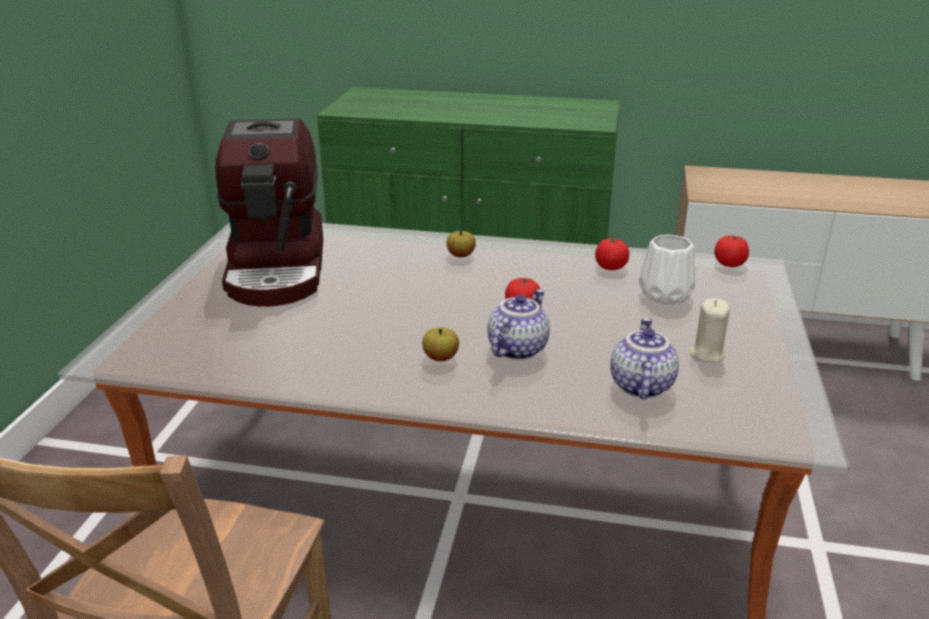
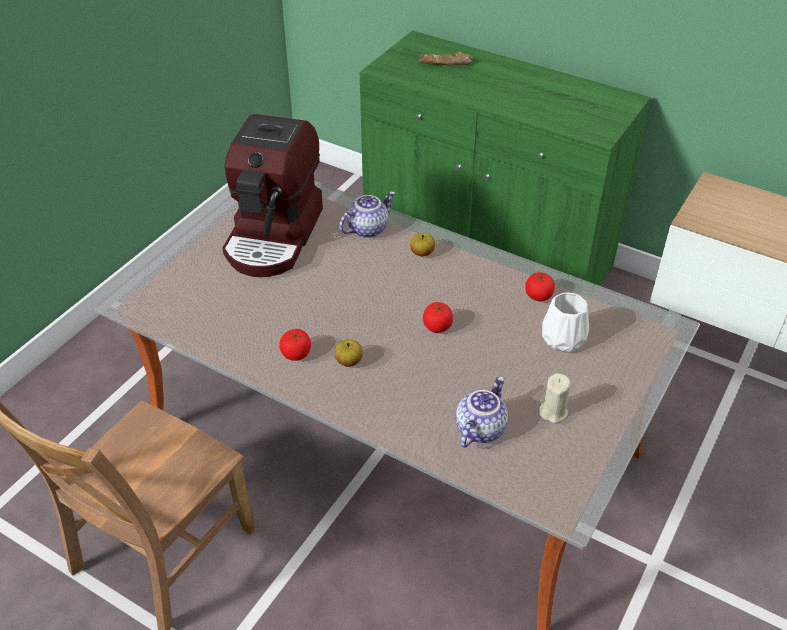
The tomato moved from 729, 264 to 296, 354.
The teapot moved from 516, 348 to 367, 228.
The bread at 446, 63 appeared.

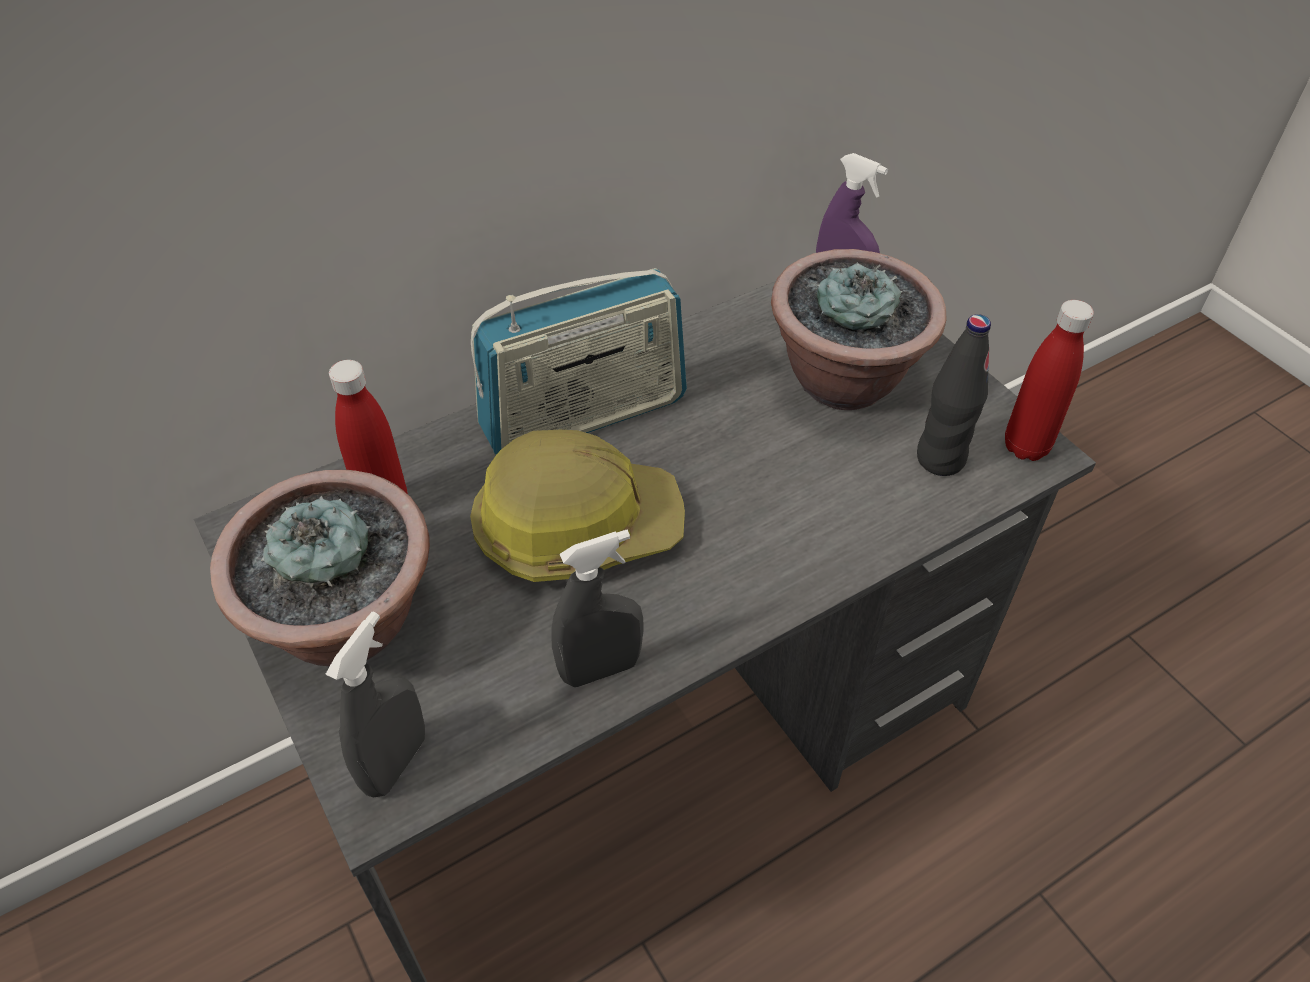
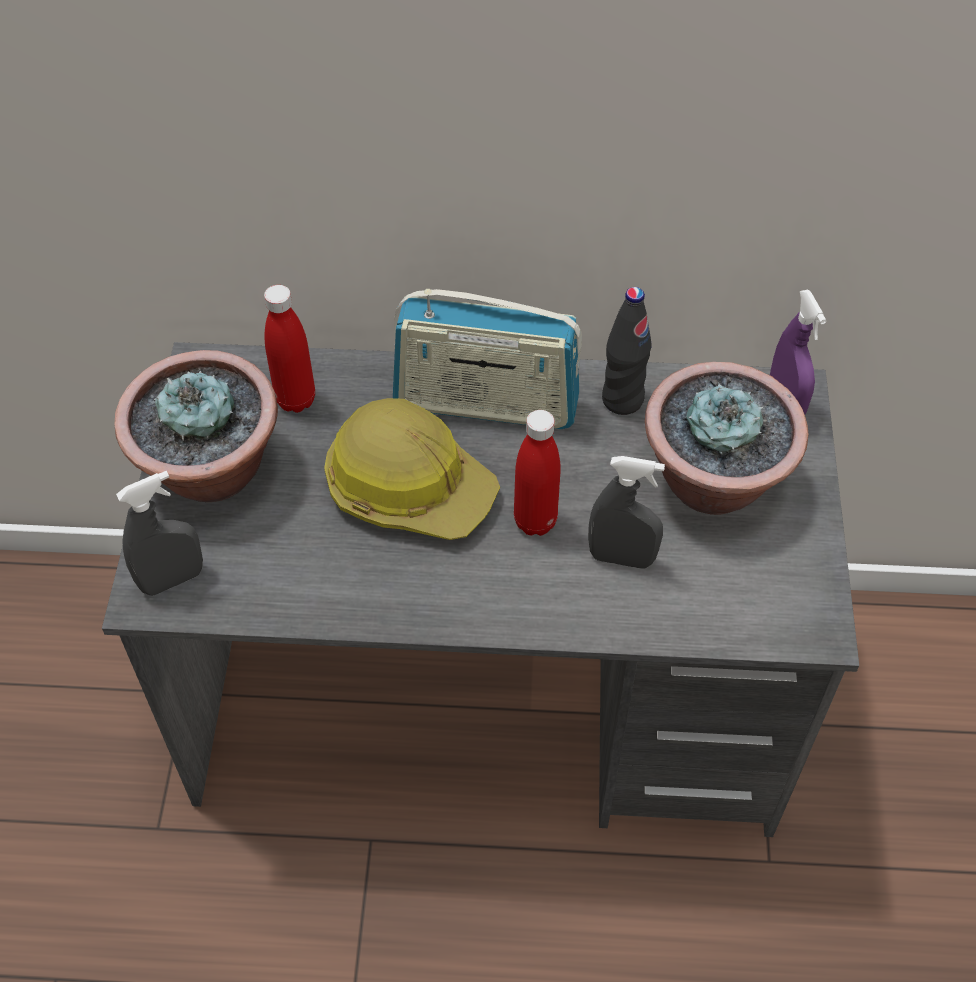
The red bottle moved from 1026, 447 to 535, 521.
The black bottle moved from 940, 459 to 622, 399.
The grey spray bottle moved from 600, 669 to 621, 558.

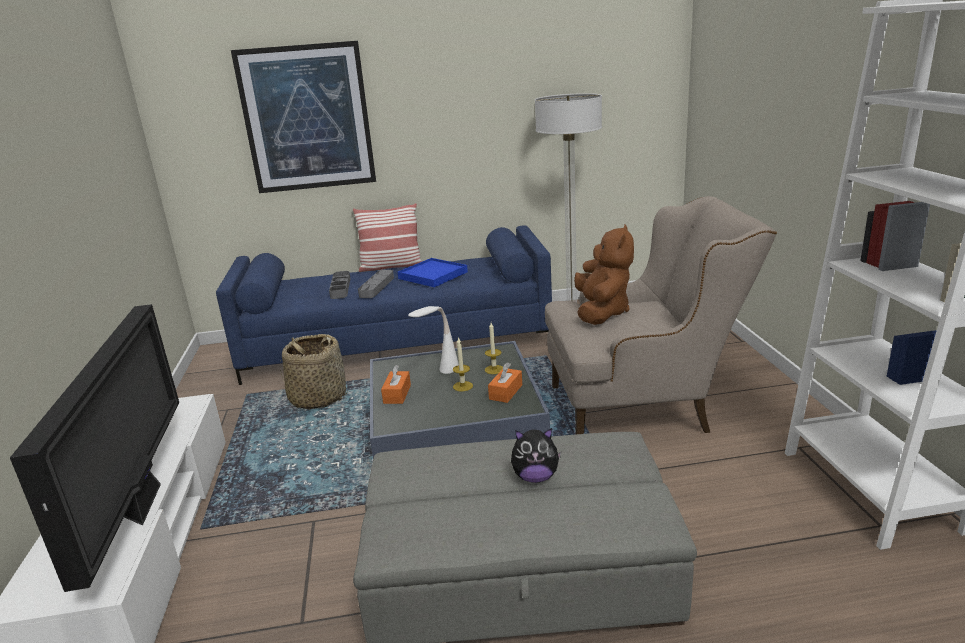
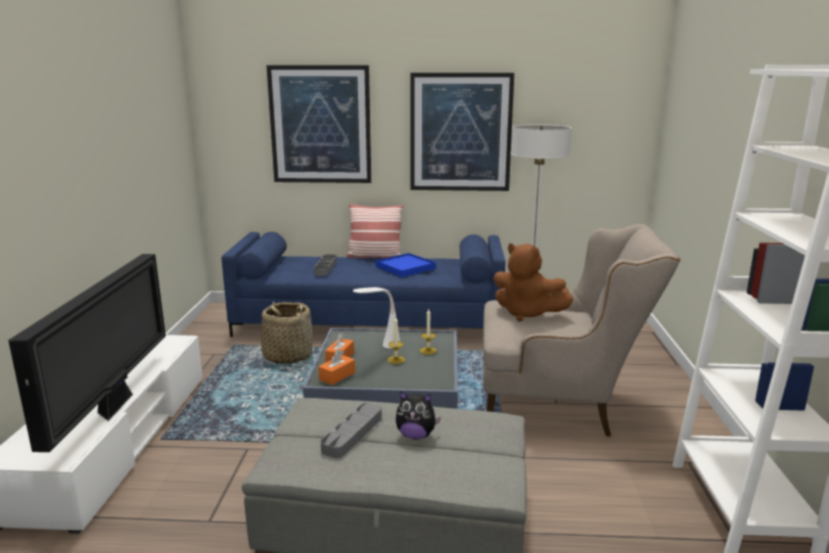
The brown plush toy at 601, 312 turned 105 degrees clockwise.
The grey tray moved from 377, 287 to 352, 434.
The orange tissue box moved from 505, 392 to 337, 376.
The picture at 460, 132 appeared.

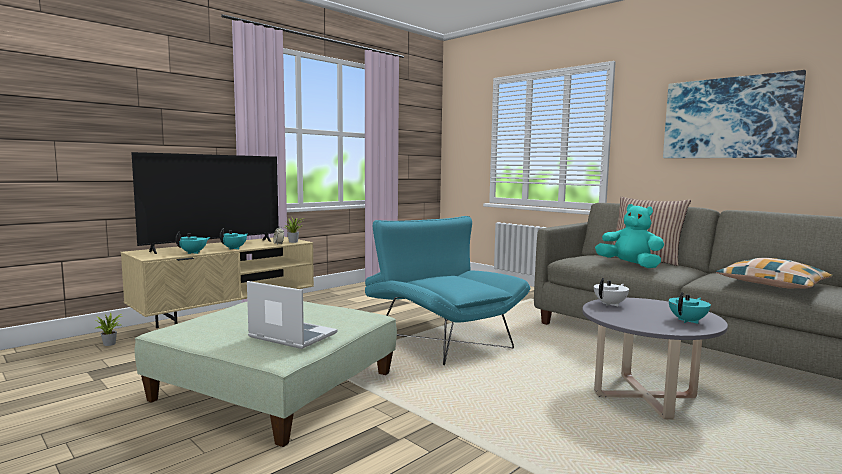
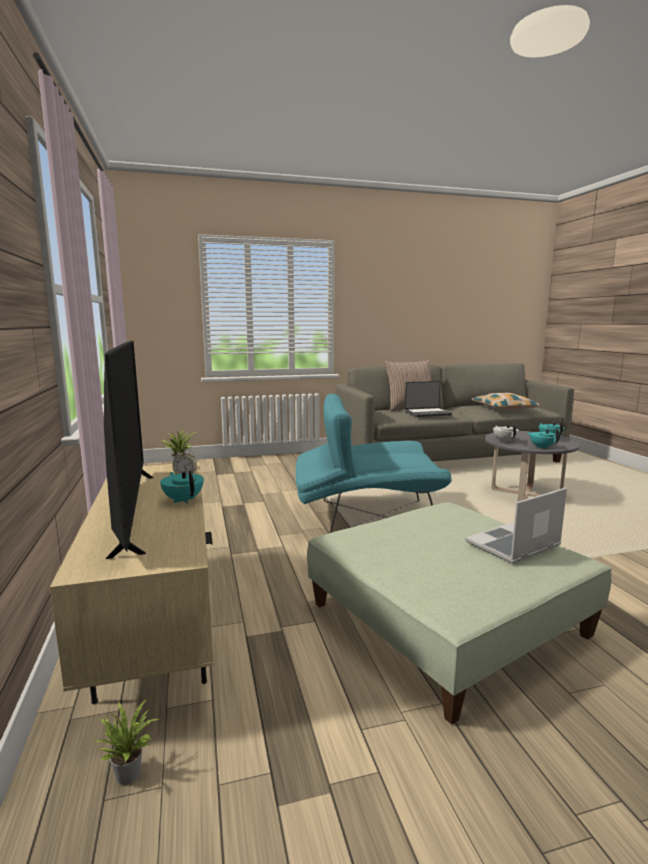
The picture at 728, 118 disappeared.
The turquoise plush toy at 630, 265 was replaced by the laptop at 427, 413.
The turquoise teapot moved from 194, 253 to 541, 447.

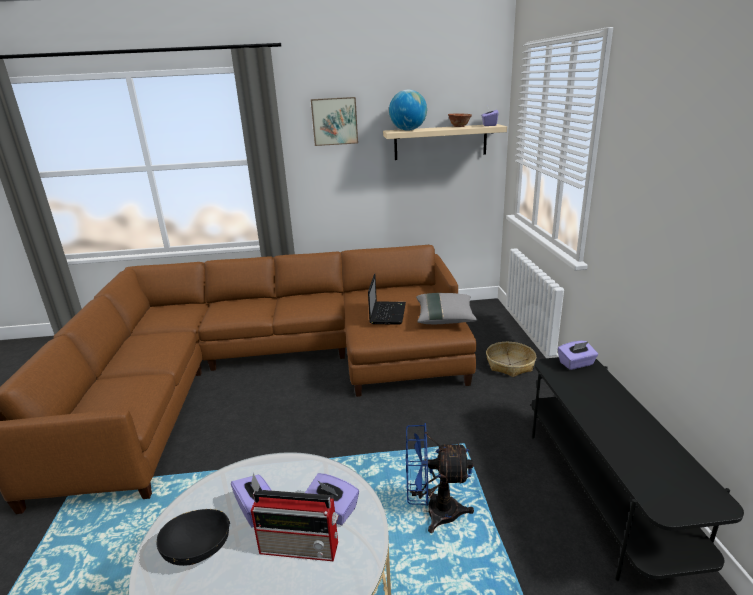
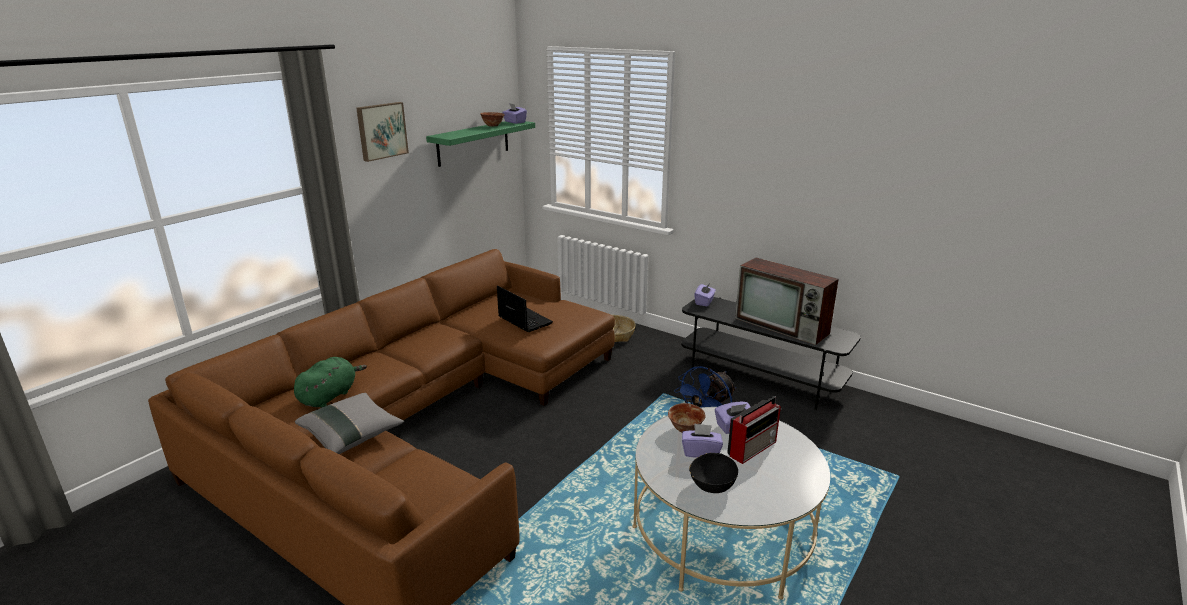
The globe at 408, 130 disappeared.
The beige shelf at 440, 142 became the green shelf at 473, 142.
The grey pillow moved from 445, 319 to 352, 435.
The television at 783, 326 appeared.
The green plush toy at 330, 396 appeared.
The bowl at 685, 429 appeared.

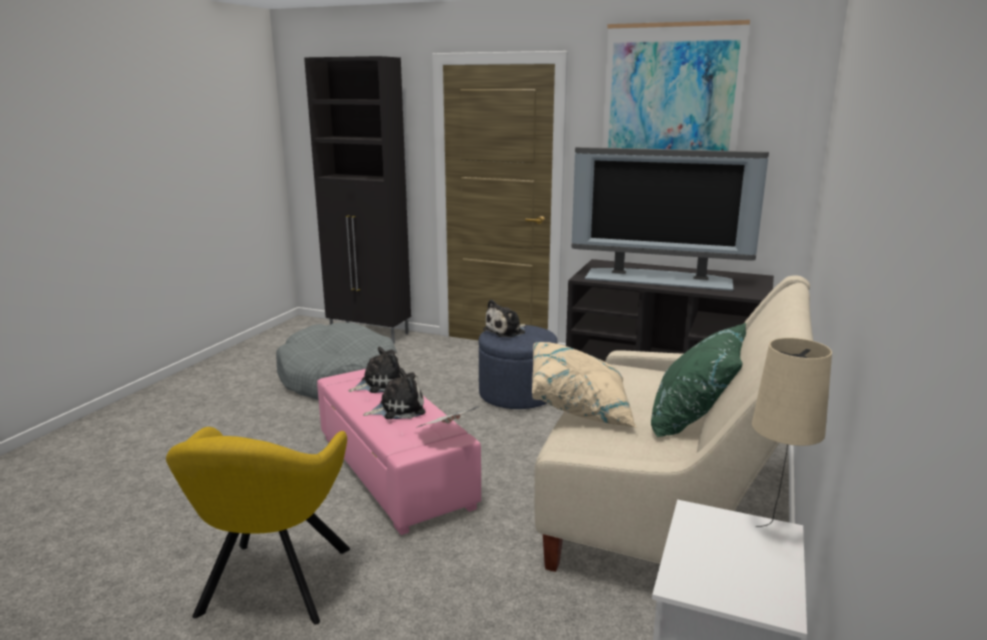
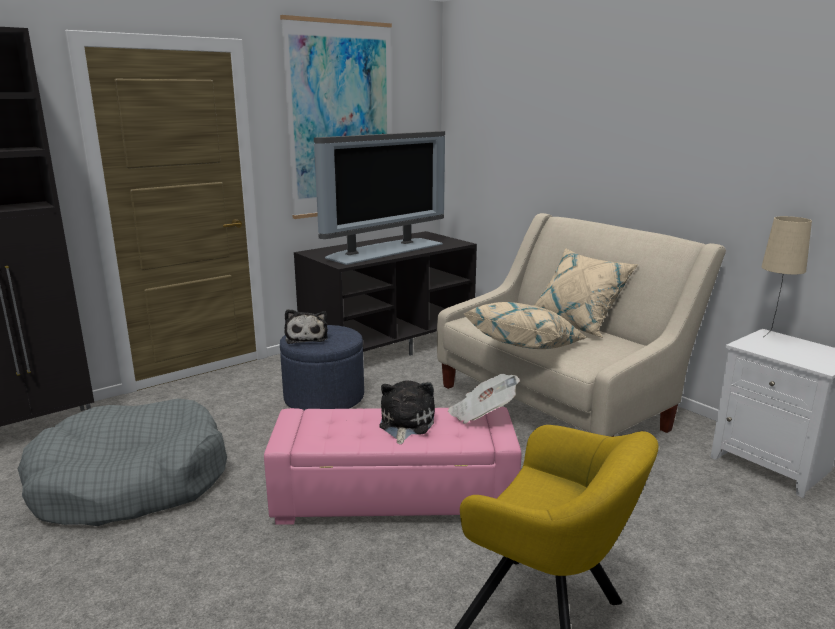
The green pillow at 694, 420 became the beige pillow at 577, 324.
The plush toy at 380, 384 disappeared.

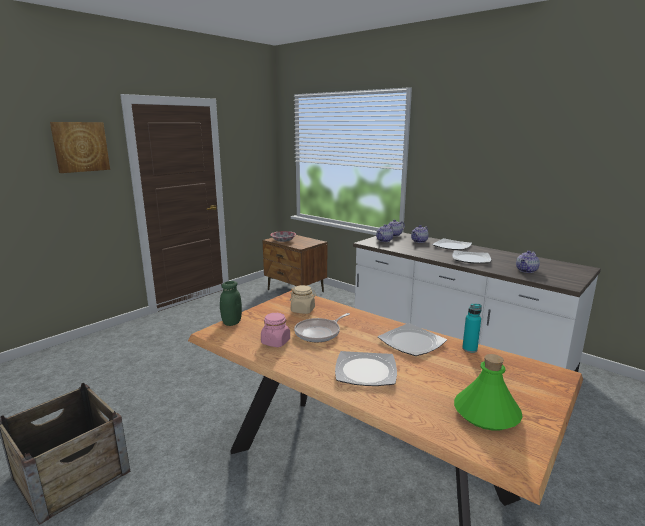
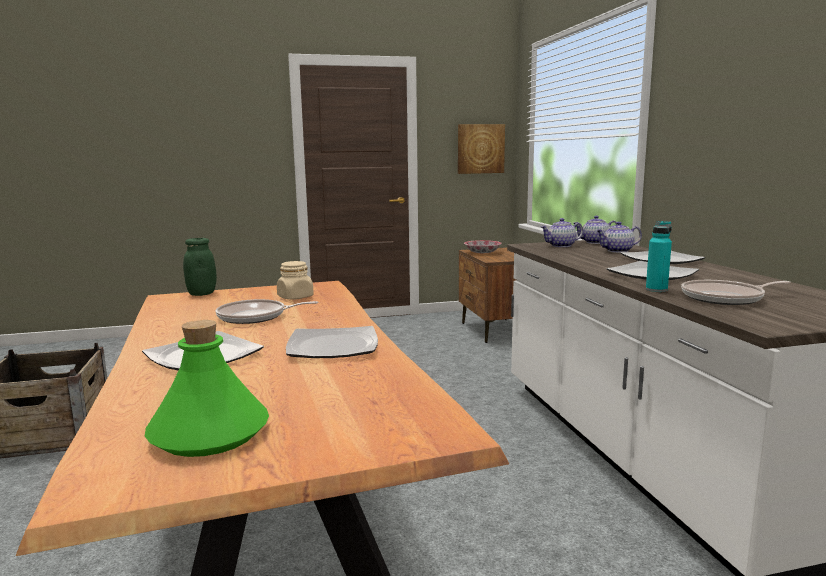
The picture moved from 80, 147 to 480, 149.
The teapot at 526, 270 was replaced by the frying pan at 725, 298.
The turquoise bottle moved from 469, 349 to 656, 290.
The pink jar at 275, 342 disappeared.

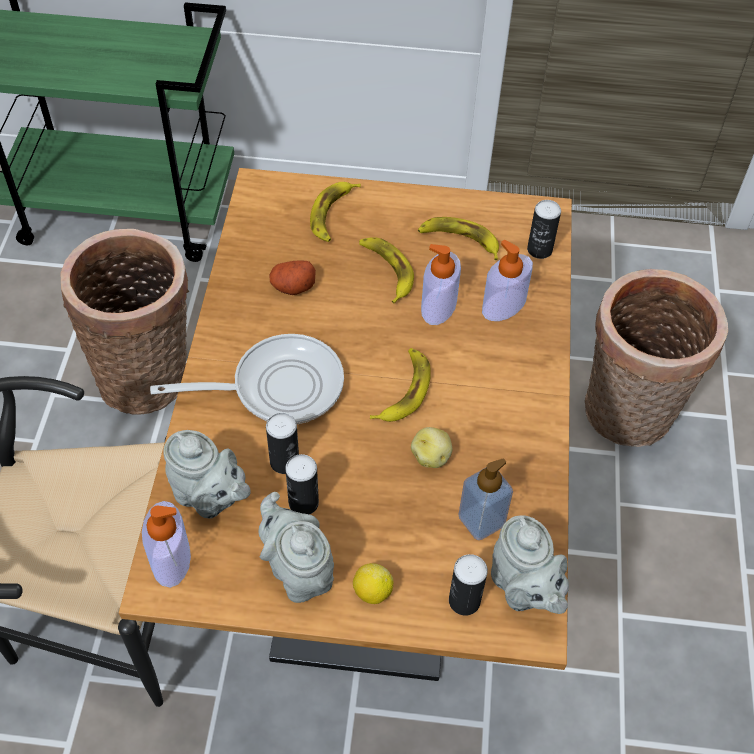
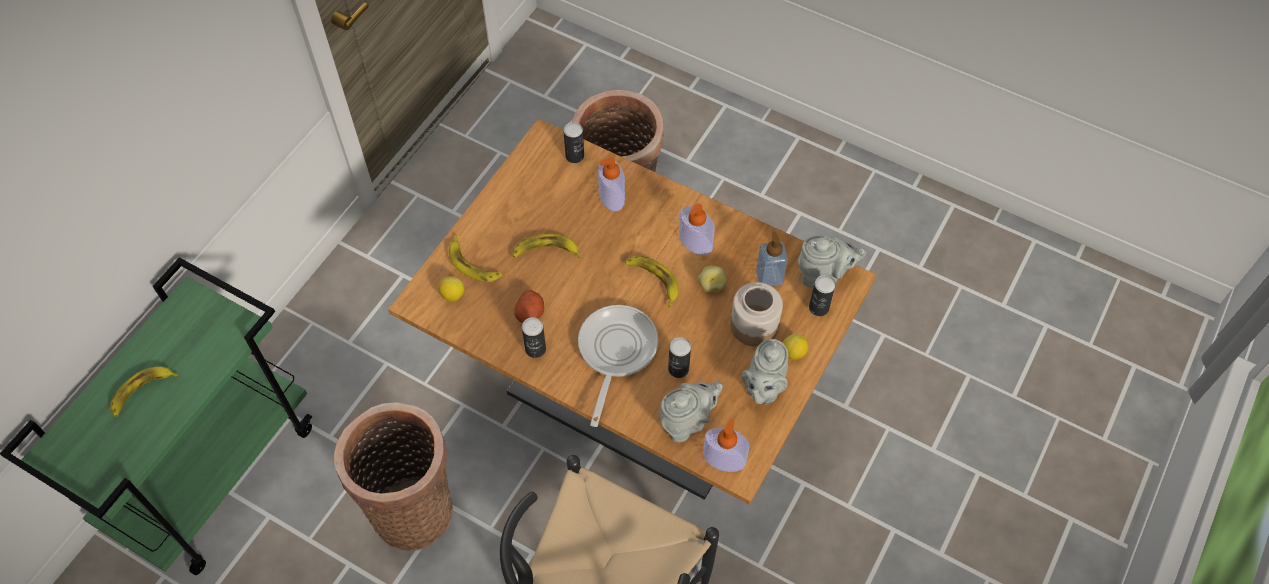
The banana moved from 459, 240 to 142, 392.
The soap dispenser moved from 438, 306 to 695, 242.
The can moved from 303, 503 to 535, 349.
The grey teapot at 298, 571 turned 60 degrees counterclockwise.
The lemon at 452, 295 appeared.
The jar at 754, 326 appeared.

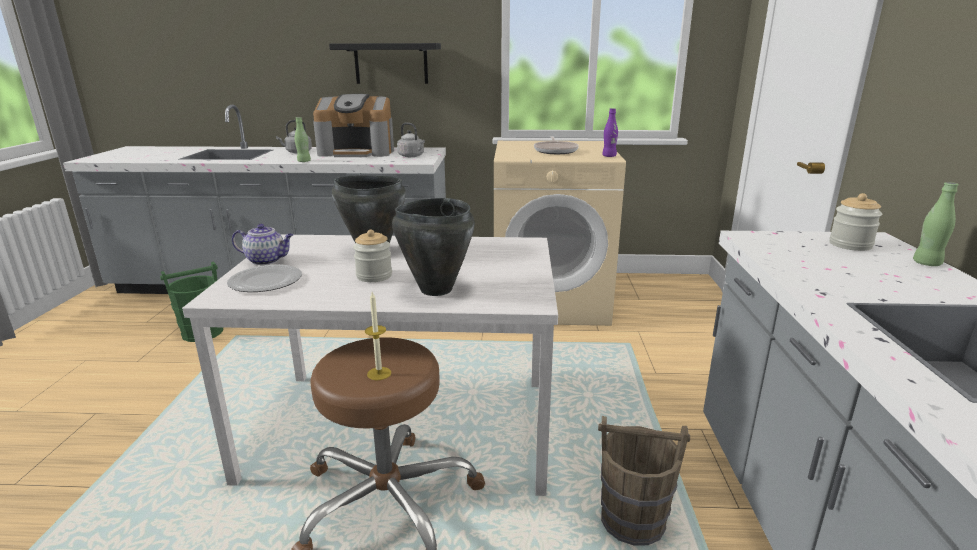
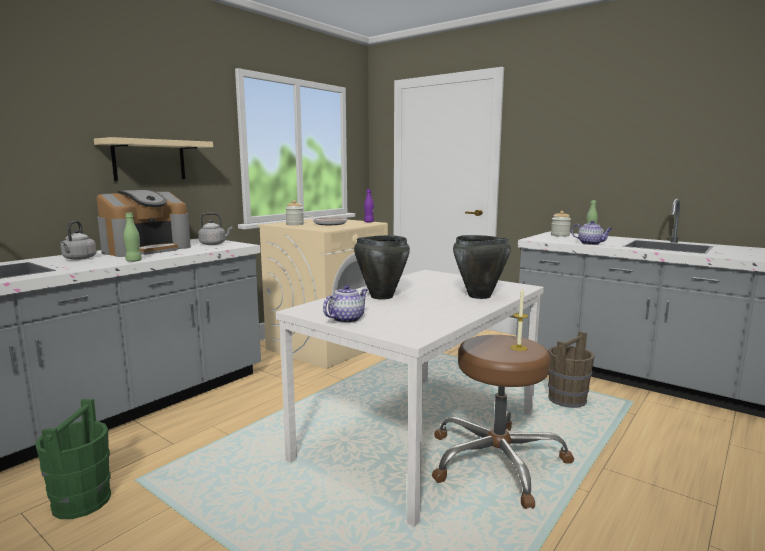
The black shelf at 391, 63 became the beige shelf at 149, 160.
The jar moved from 374, 276 to 295, 224.
The plate at 266, 281 disappeared.
The teapot at 591, 244 appeared.

